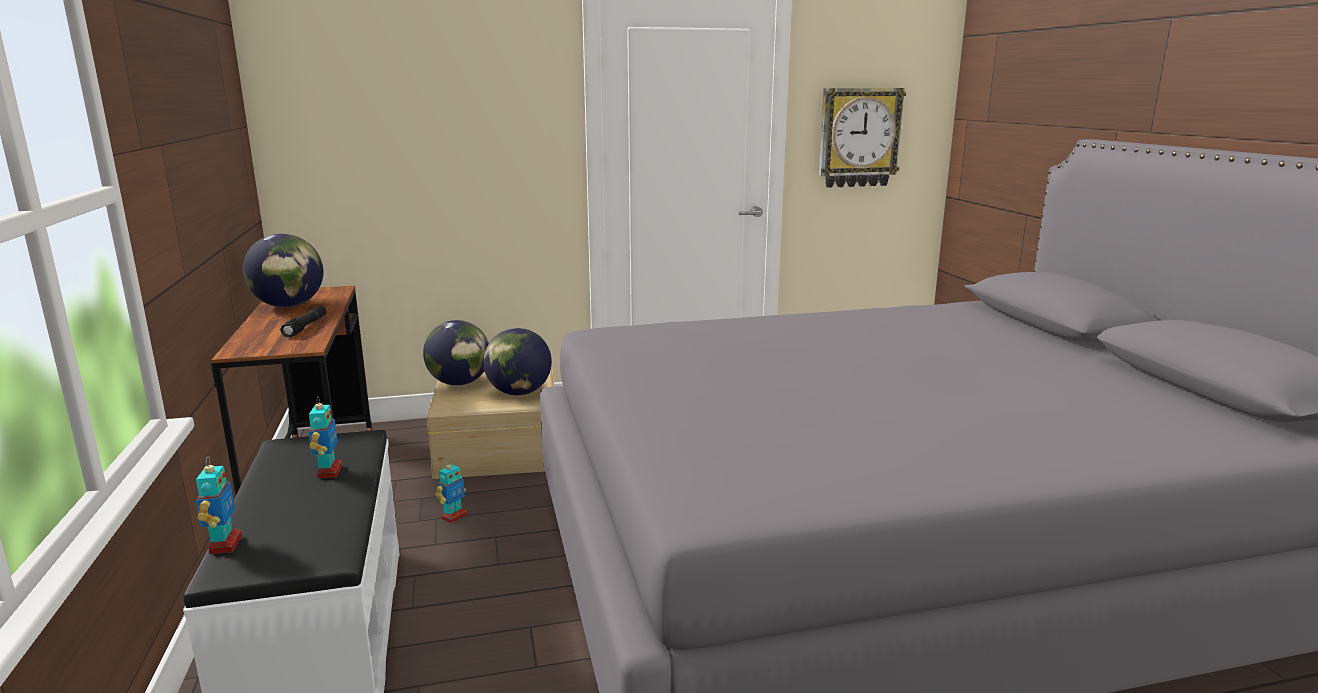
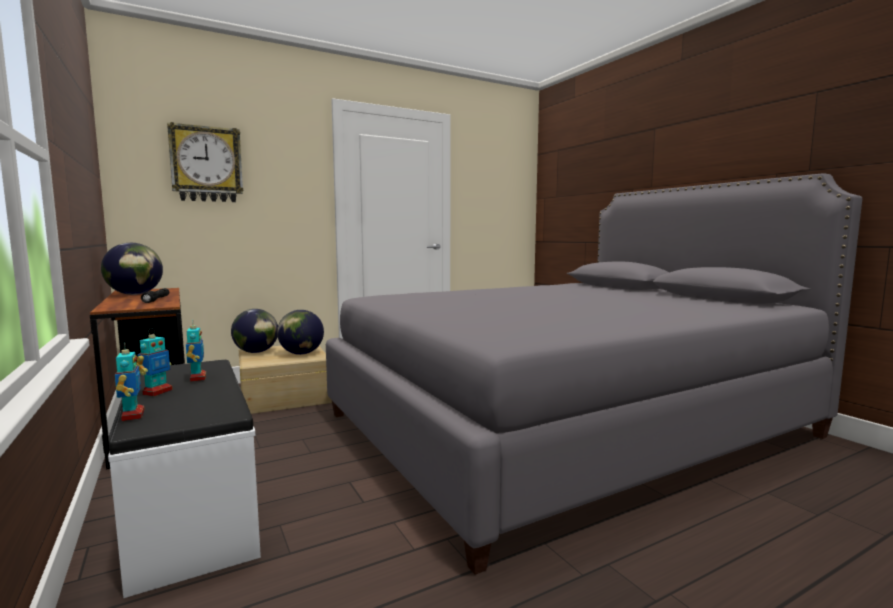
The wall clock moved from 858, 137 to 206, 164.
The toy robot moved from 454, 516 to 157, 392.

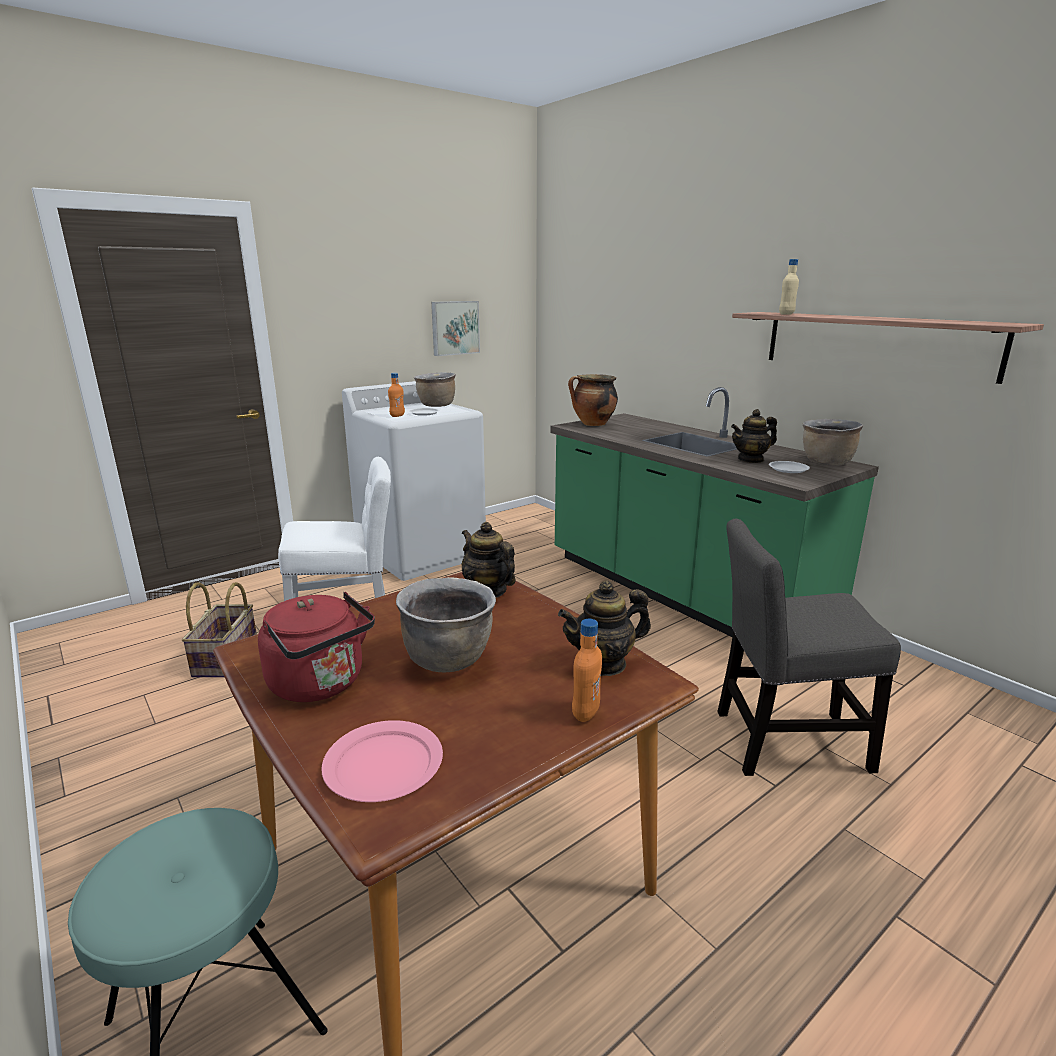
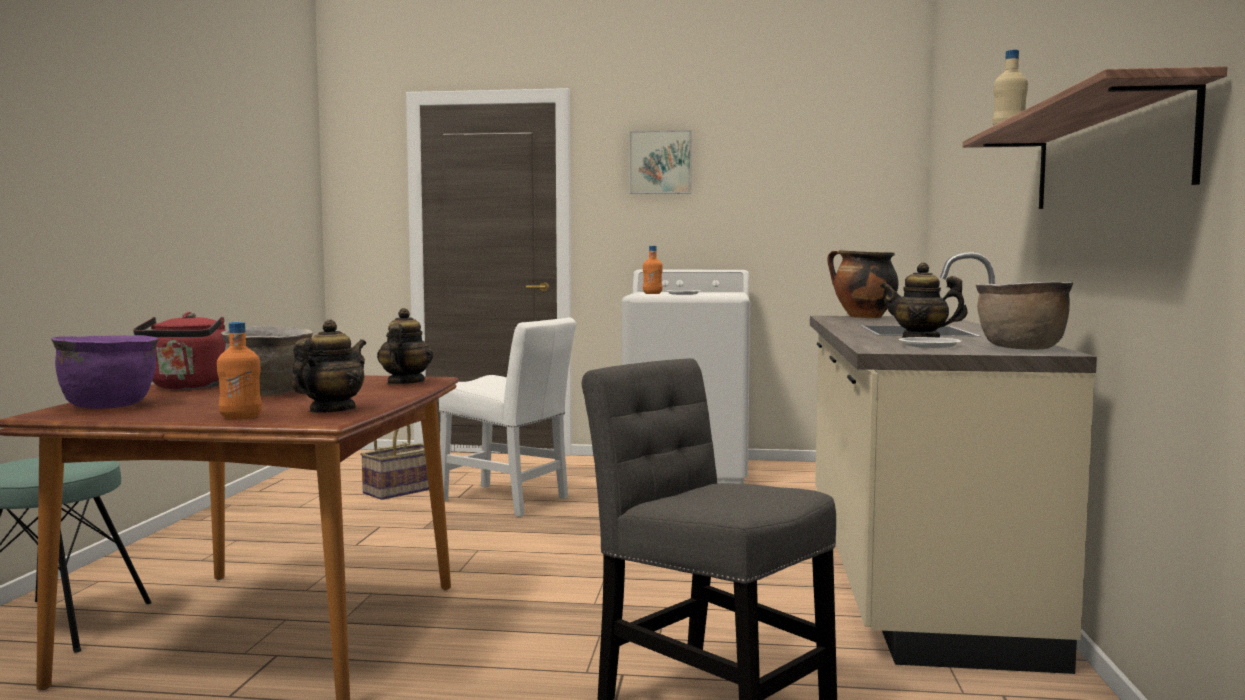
The picture moved from 454, 328 to 660, 162.
The brown cooking pot at 436, 406 disappeared.
The green counter at 680, 593 became the beige counter at 908, 570.
The teapot at 603, 663 turned 90 degrees clockwise.
The pink plate at 382, 765 was replaced by the purple cooking pot at 109, 406.

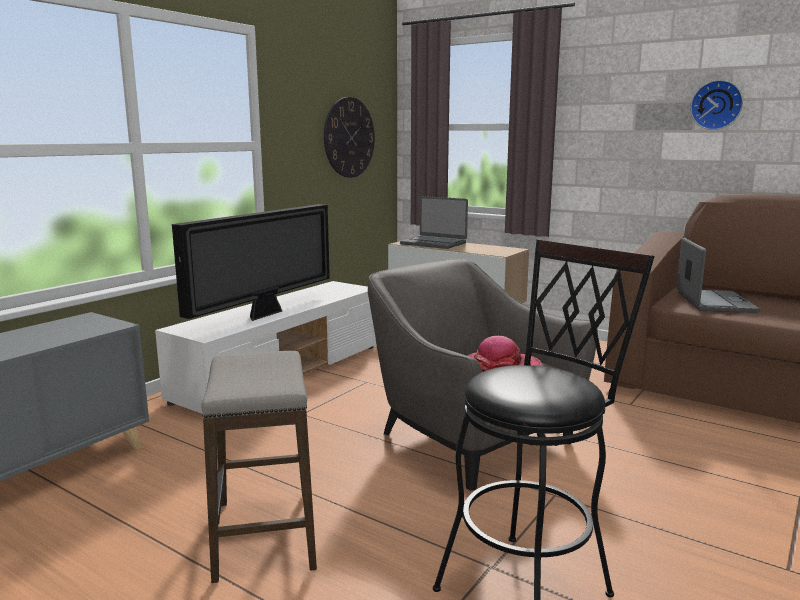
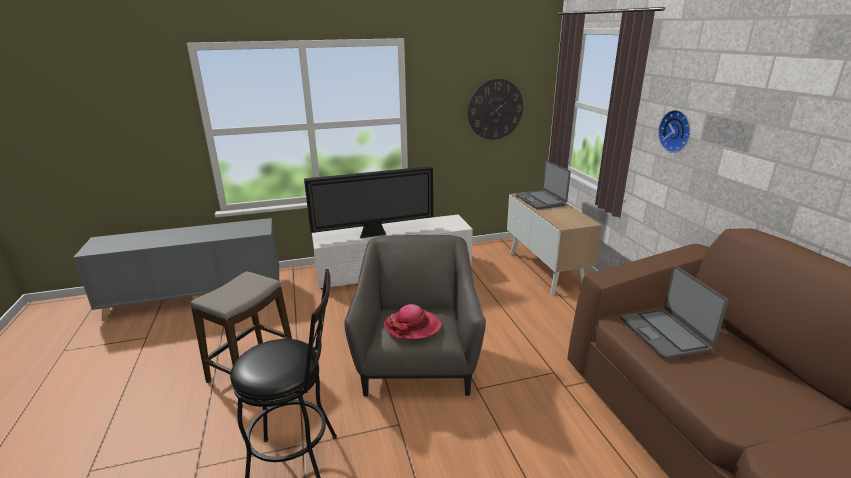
The wall clock moved from 716, 105 to 676, 131.
The laptop at 713, 302 turned 120 degrees clockwise.

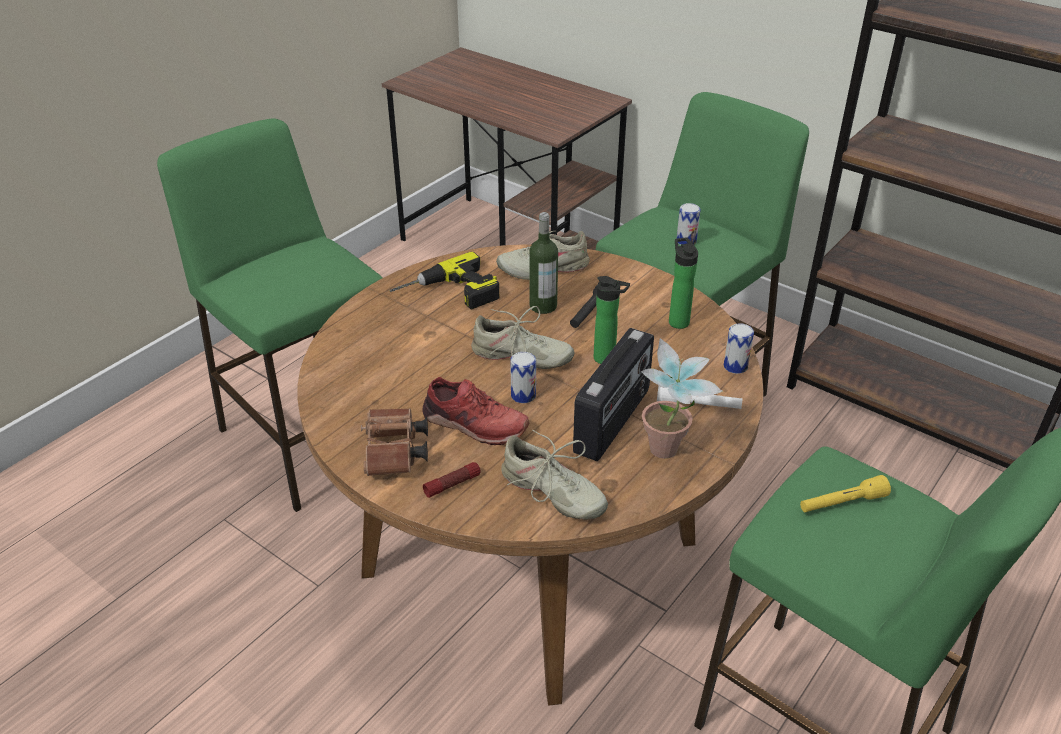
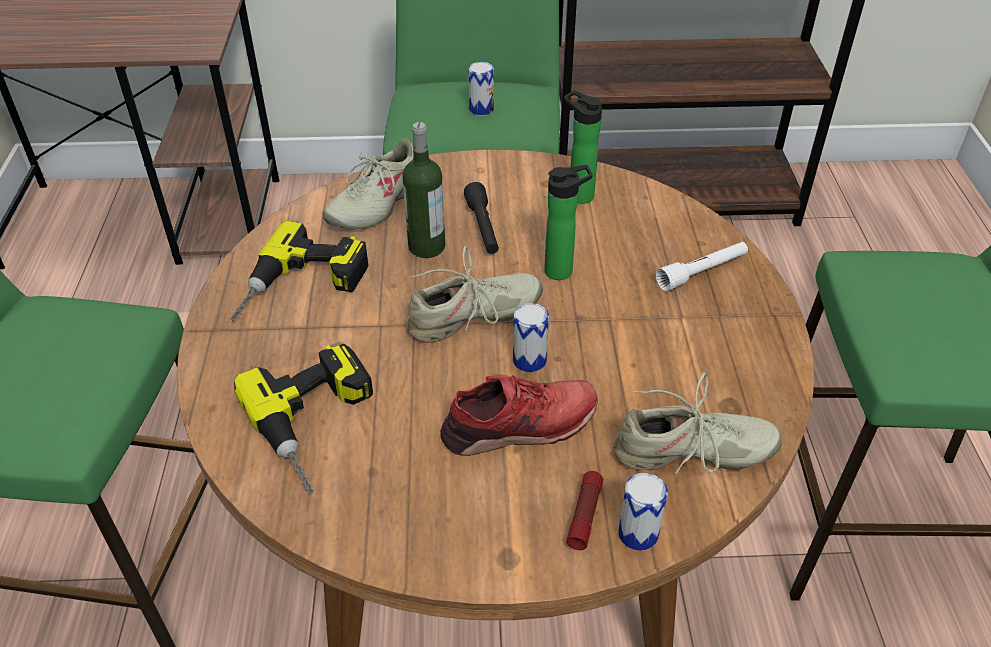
The can moved from 735, 366 to 638, 533.
The radio at 613, 422 disappeared.
The potted plant at 668, 456 disappeared.
The brown binoculars at 395, 454 disappeared.
The yellow flashlight at 842, 503 disappeared.
The power drill at 321, 425 appeared.

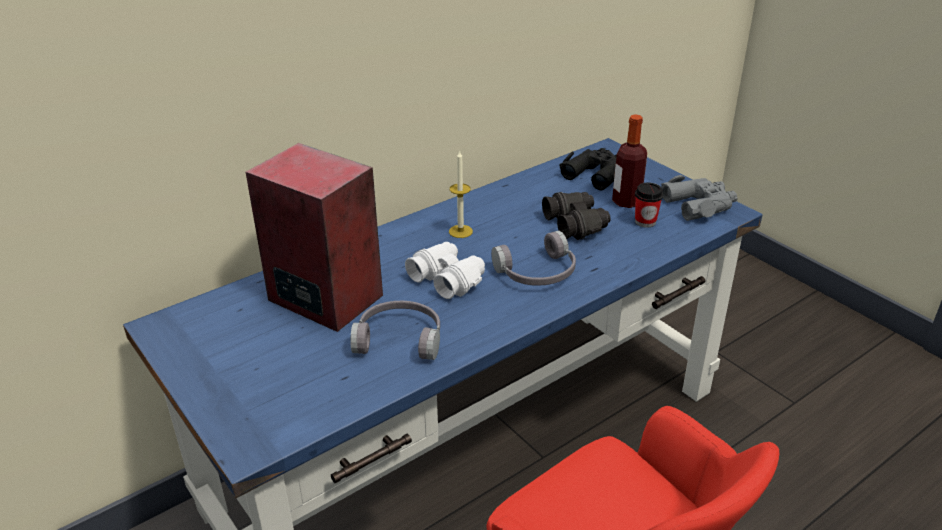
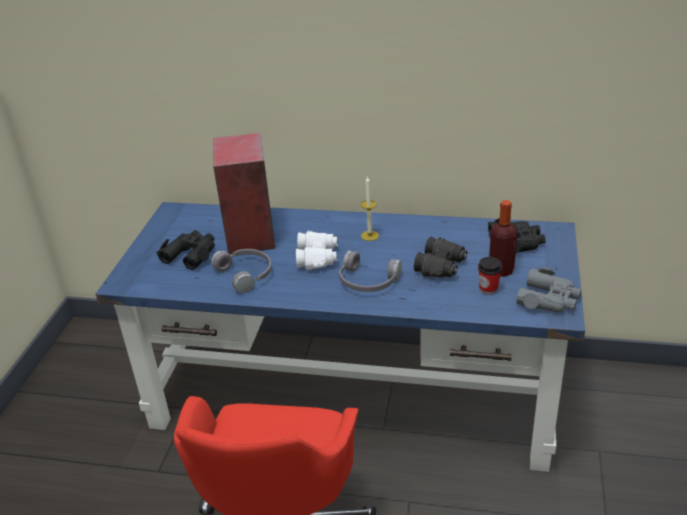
The black binoculars at 191, 254 appeared.

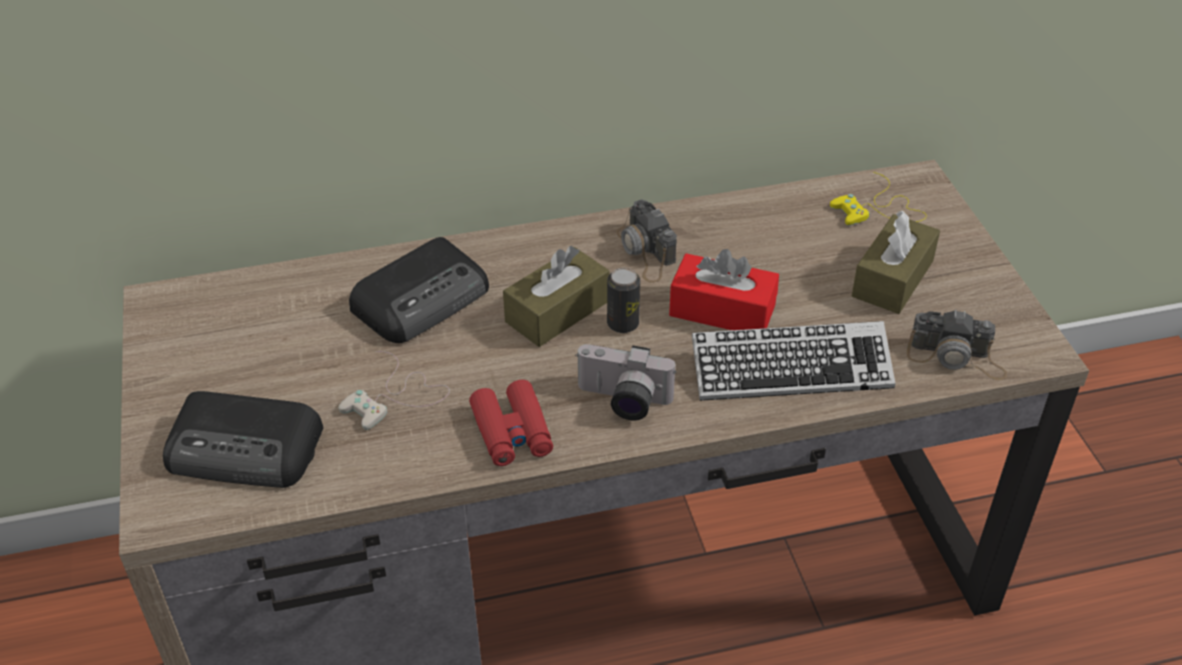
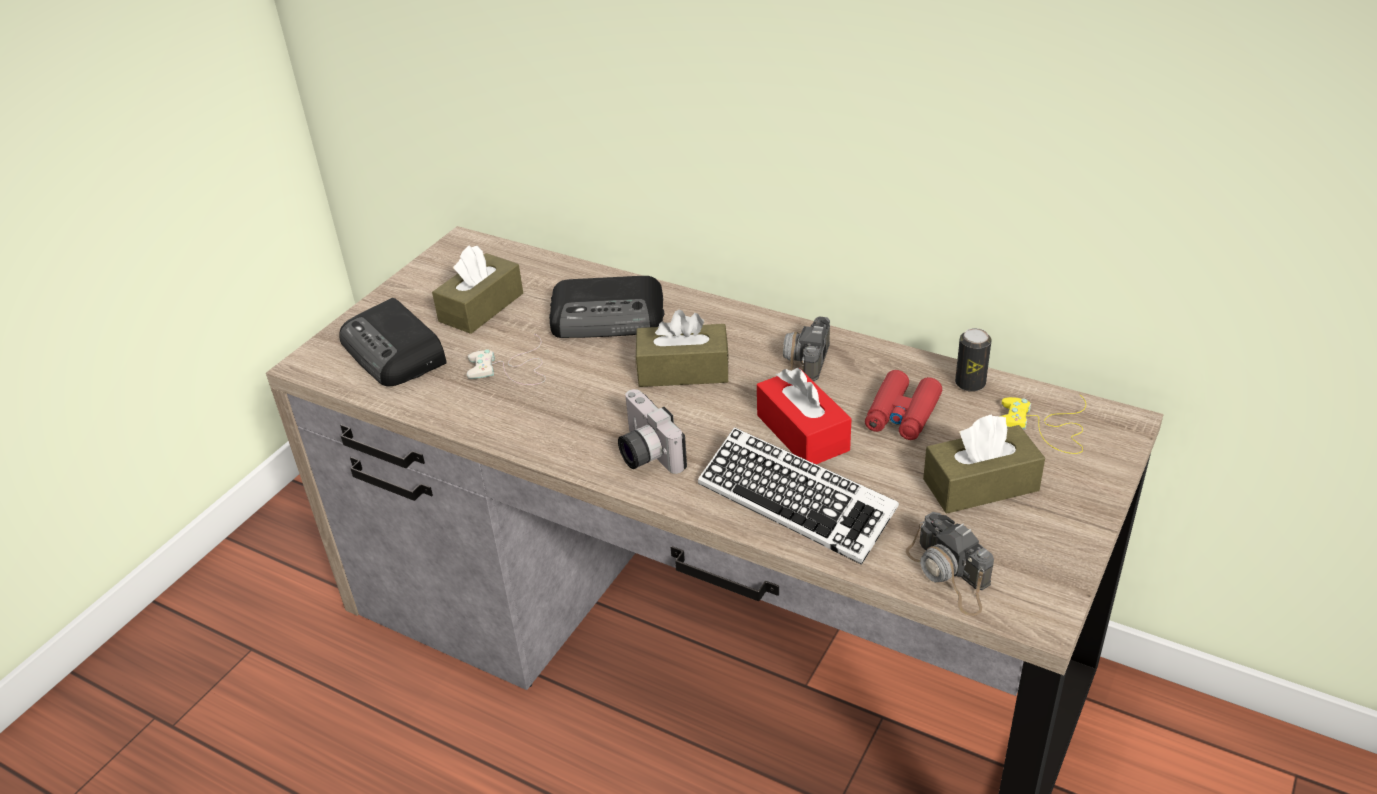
The can moved from 623, 324 to 970, 383.
The red binoculars moved from 512, 432 to 902, 414.
The brown tissue box at 481, 307 appeared.

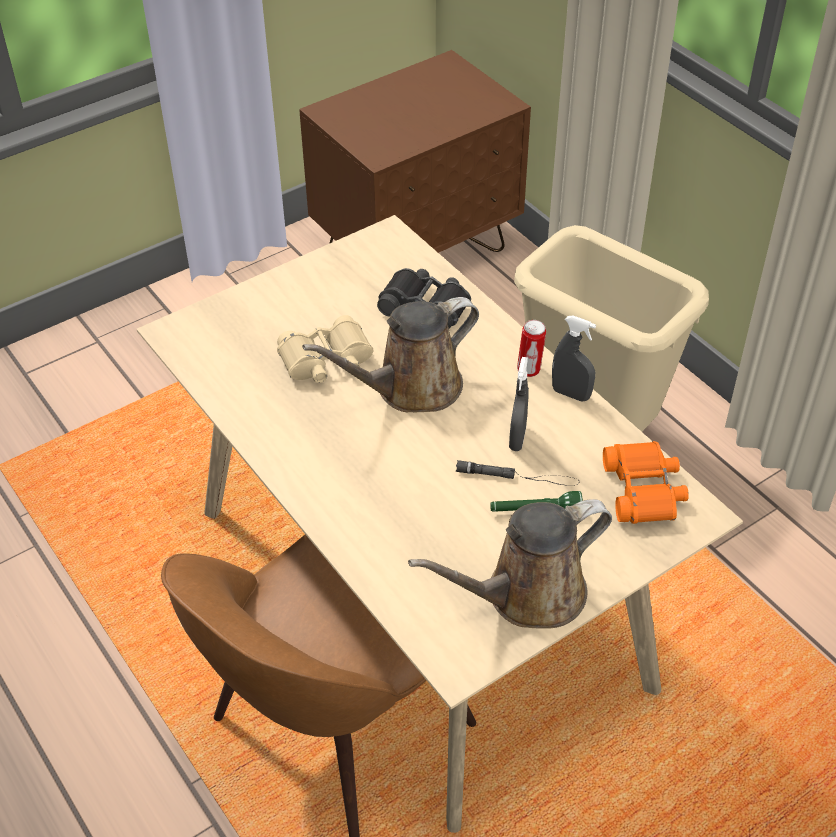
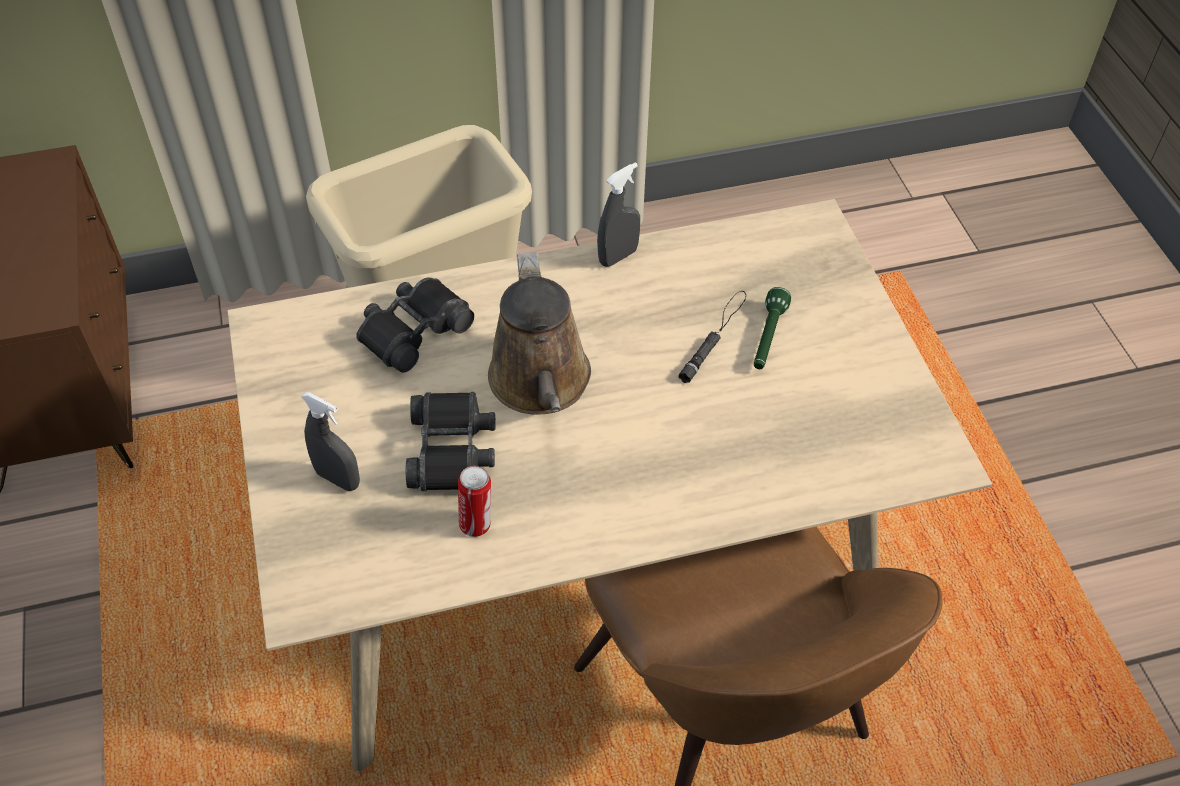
The beige binoculars at 326, 360 became the black binoculars at 452, 450.
The can moved from 529, 370 to 477, 524.
The grey spray bottle moved from 517, 438 to 338, 479.
The orange binoculars at 644, 490 disappeared.
The brown watering can at 527, 595 disappeared.

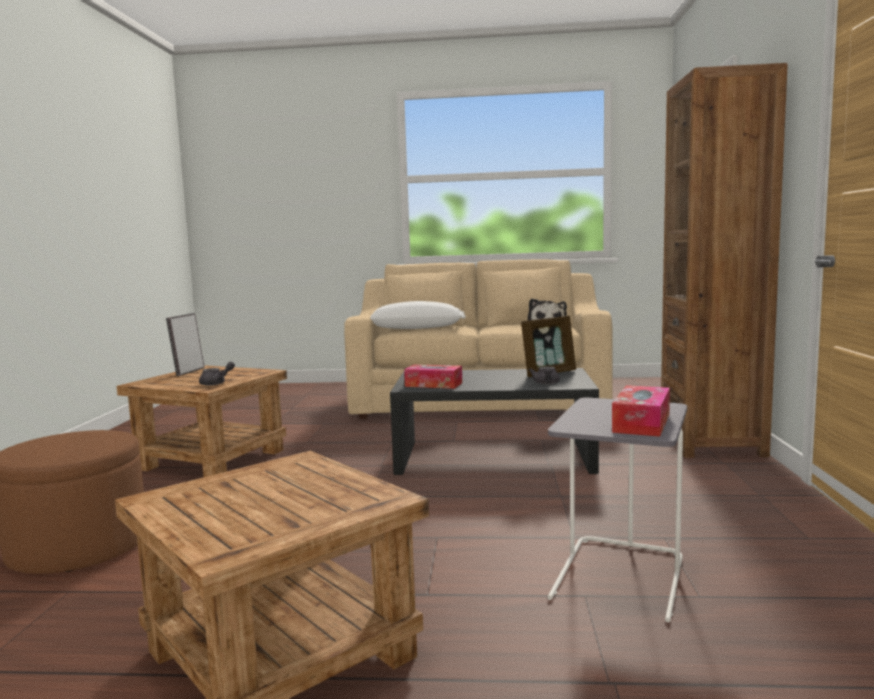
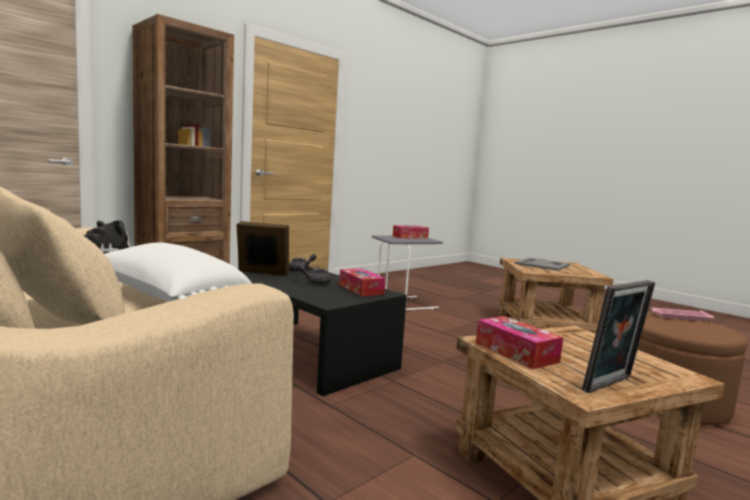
The grey teapot moved from 216, 383 to 315, 282.
The grey tray at 542, 264 appeared.
The pink tray at 679, 317 appeared.
The tissue box at 516, 352 appeared.

